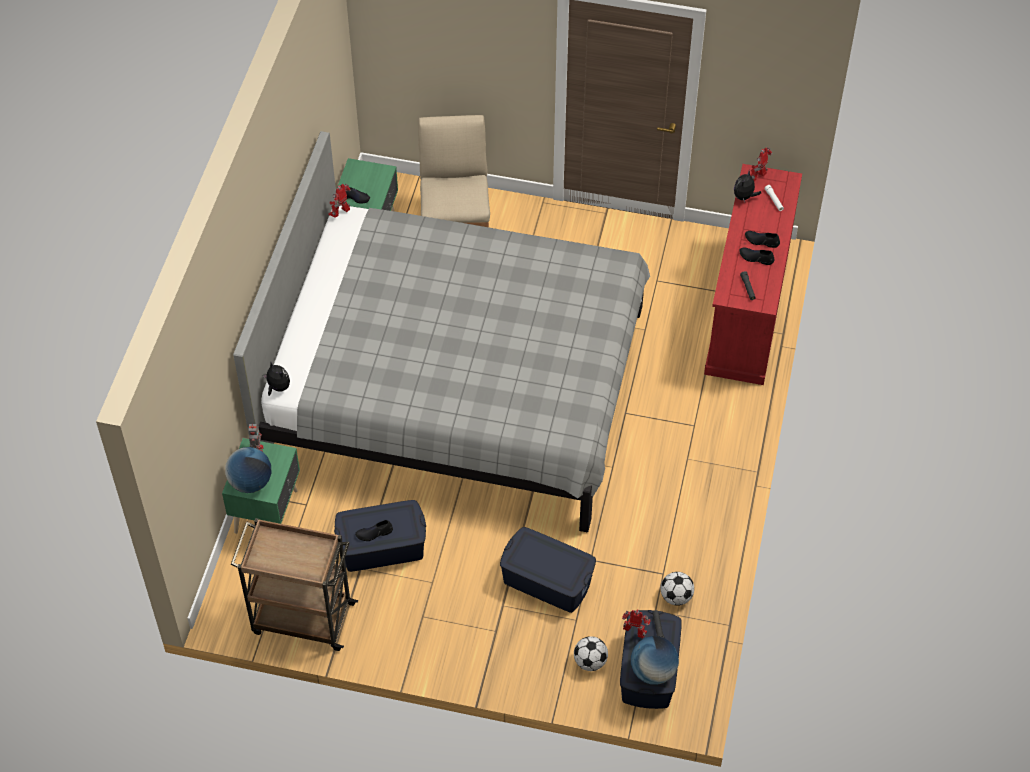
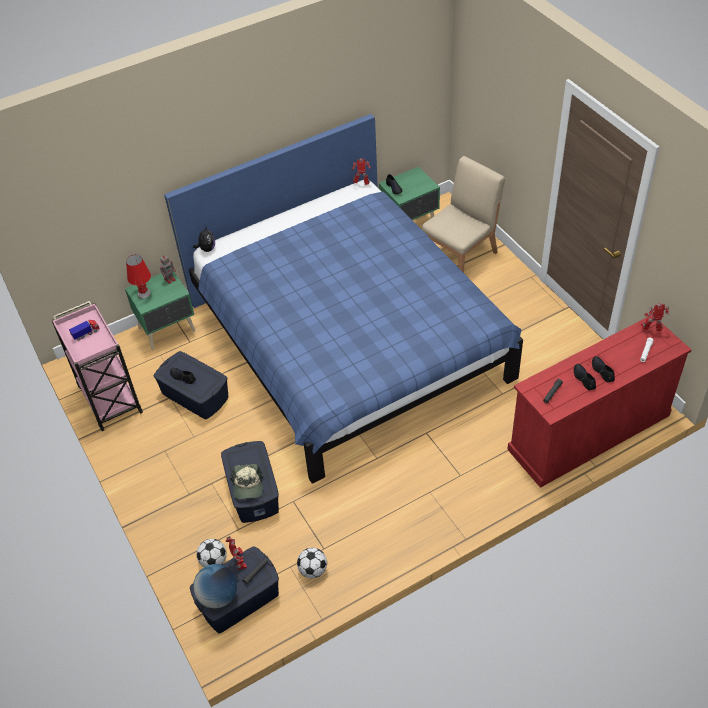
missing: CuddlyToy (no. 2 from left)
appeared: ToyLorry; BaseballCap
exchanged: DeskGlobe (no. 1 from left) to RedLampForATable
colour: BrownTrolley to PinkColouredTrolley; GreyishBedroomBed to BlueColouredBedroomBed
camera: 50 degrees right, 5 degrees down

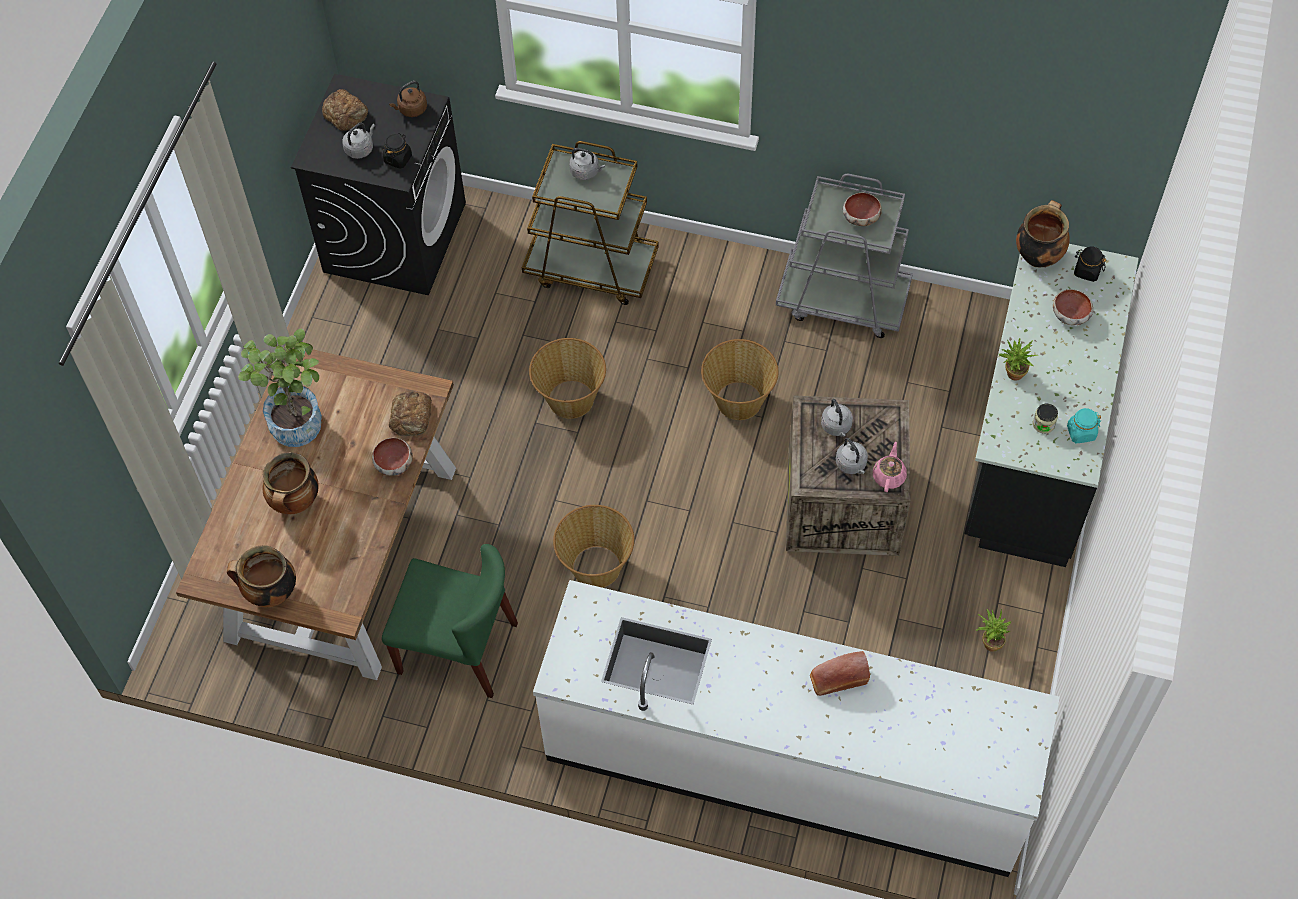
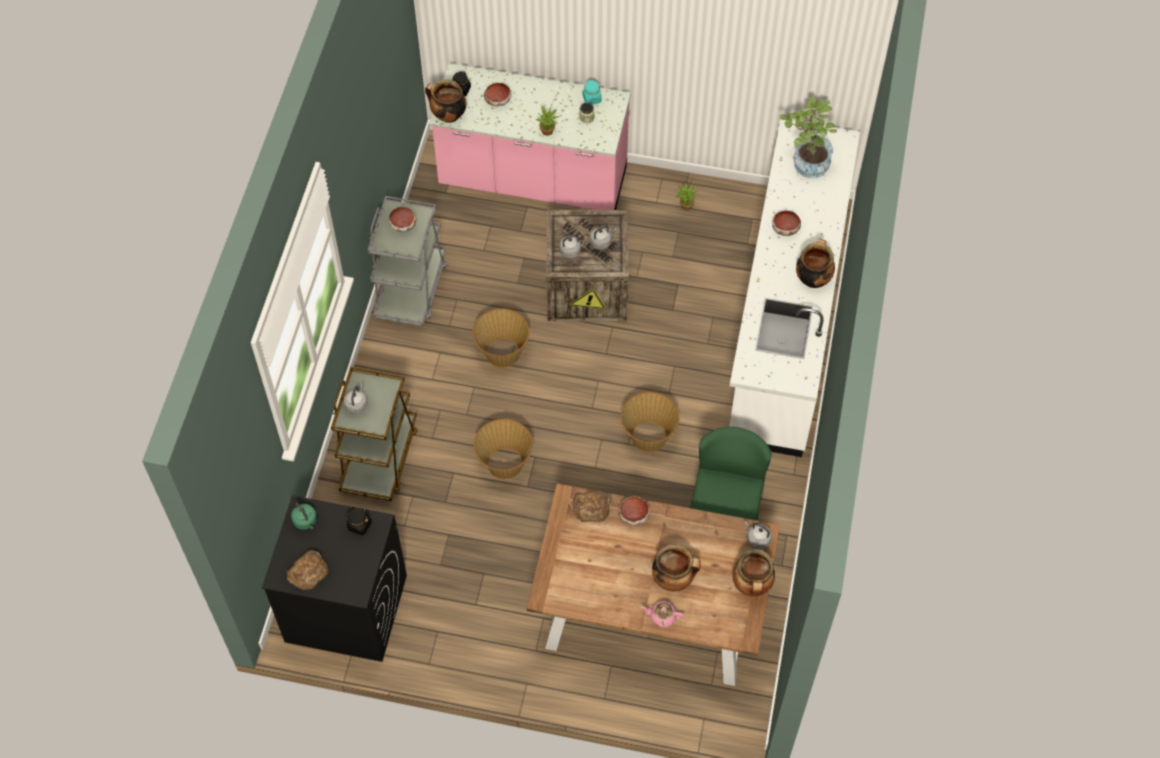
appeared: Saucepot (no. 4 from left)
relocated: PinkColouredPotForTea; GreyishTeaKettle (no. 1 from left in the first image) to GreyishTeaKettle (no. 4 from left); Houseplant (no. 1 from left in the first image) to Houseplant (no. 3 from left)
exchanged: BakeryBread (no. 3 from left) to DeepDish (no. 4 from left)
colour: BrownTeaKettle to GreenishTeaKettle; BlackKitchenCounter to PinkColouredKitchenCounter
camera: 95 degrees left, 0 degrees up

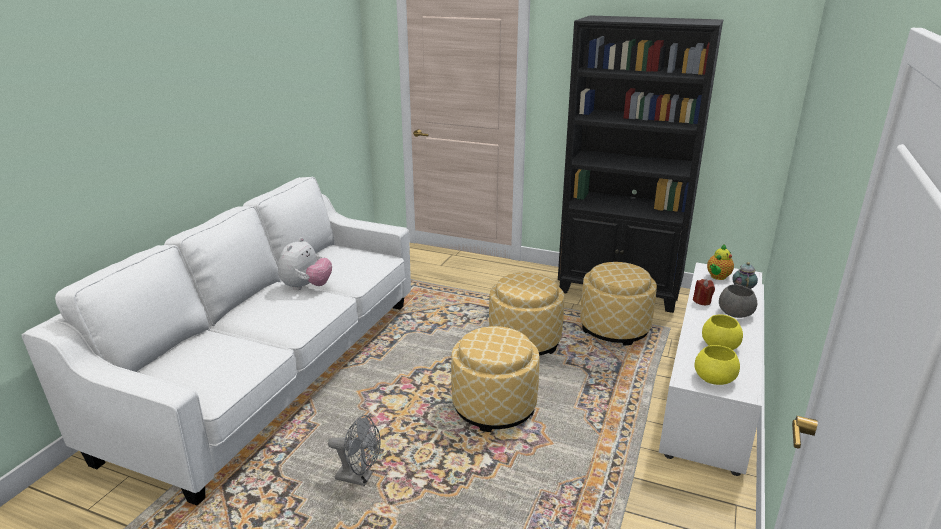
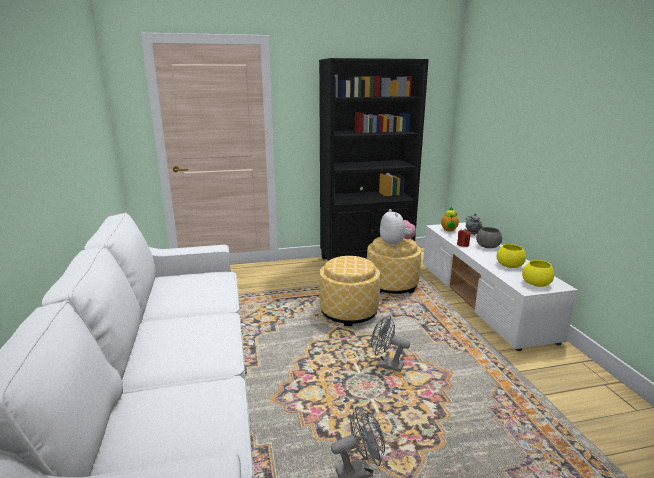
relocated: CuddlyToy
exchanged: Pouffe (no. 1 from left) to GreyishFan (no. 2 from left)
camera: 35 degrees left, 5 degrees down

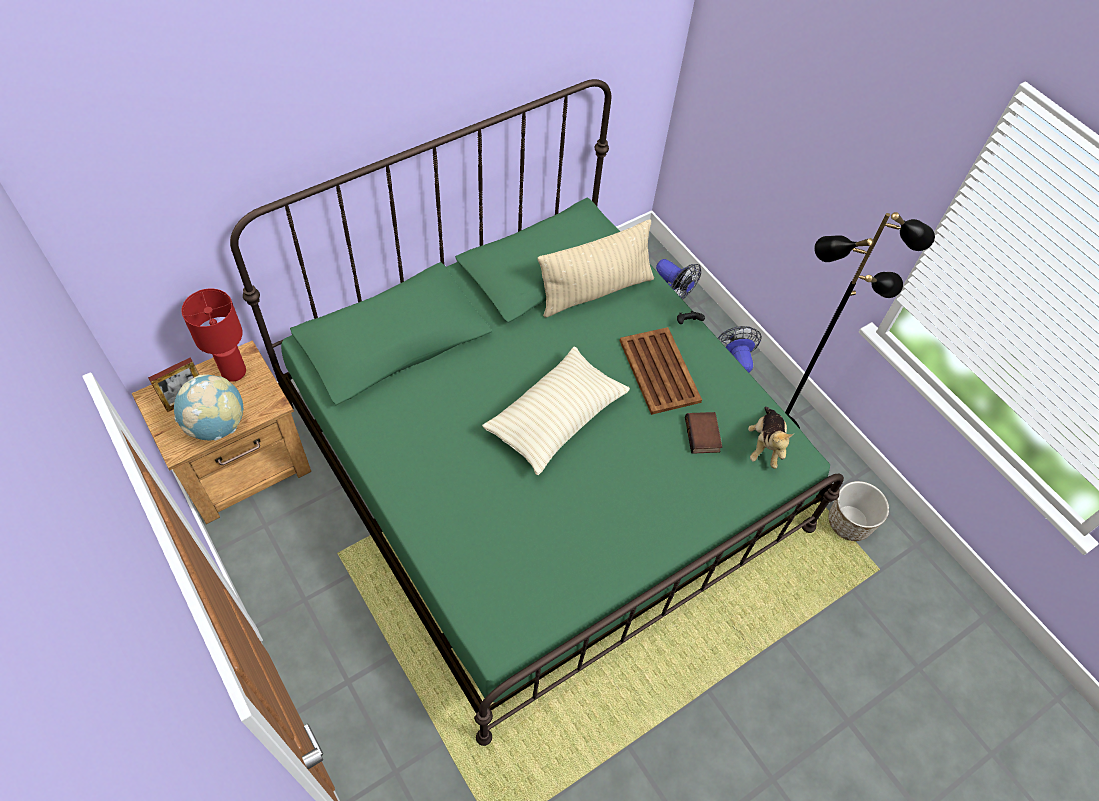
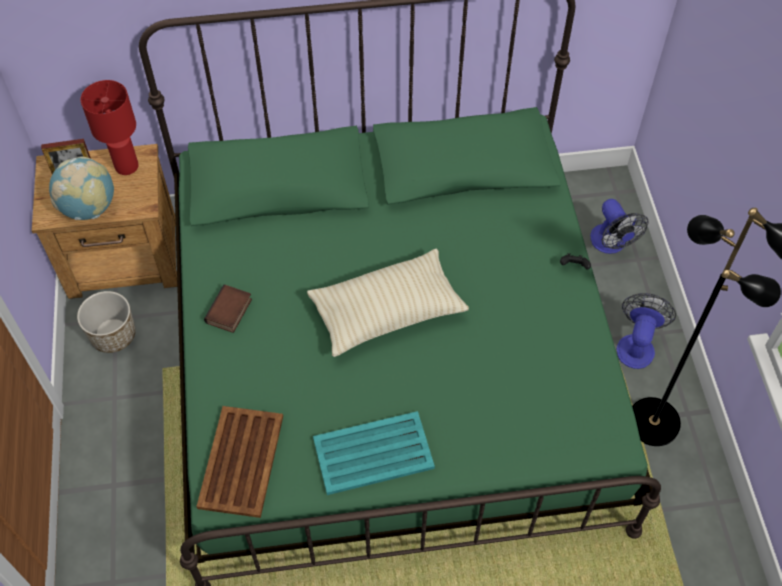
missing: SandColouredThrowPillow (no. 2 from left); CuddlyToy
appeared: BlueGreenCarryingTray
relocated: FlowerPot; BrownCarryingTray; BoundBook
camera: 30 degrees right, 0 degrees up

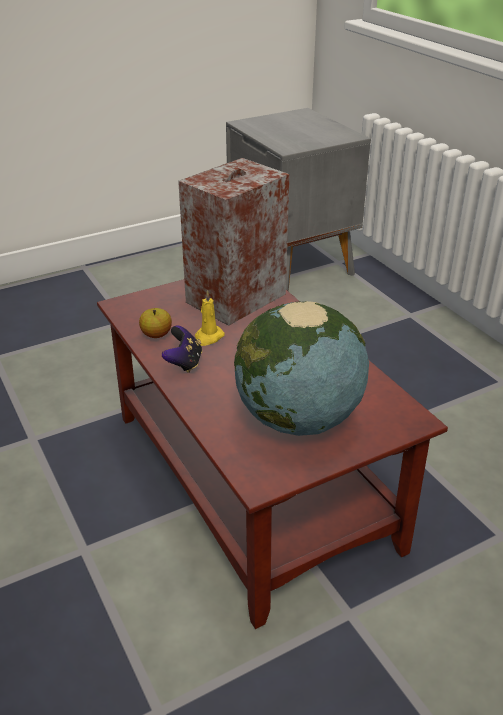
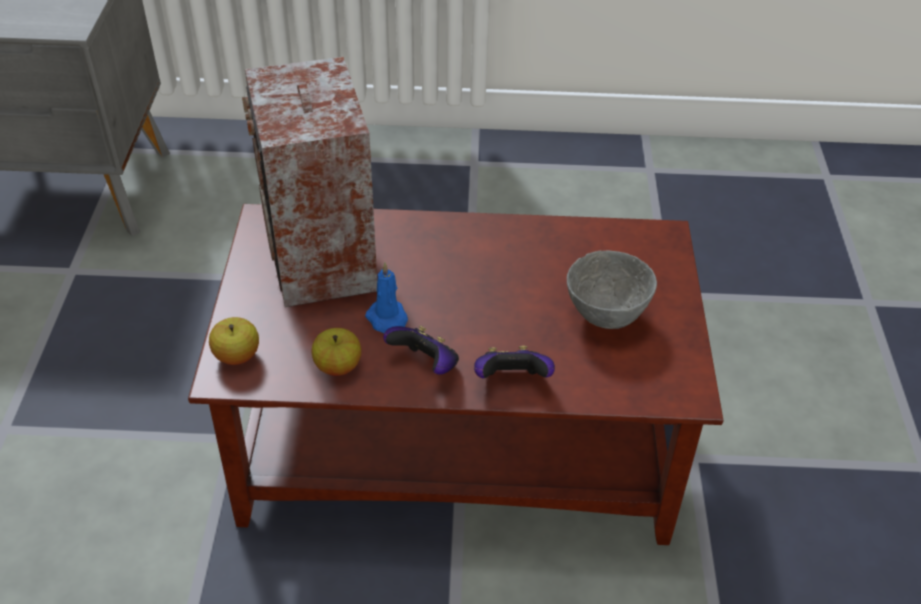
appeared: AppleFruit (no. 1 from left); GameController (no. 2 from left)
exchanged: DeskGlobe to GreyishDeepDish
colour: YellowWaxCandle to BlueColouredWaxCandle
camera: 60 degrees left, 10 degrees up

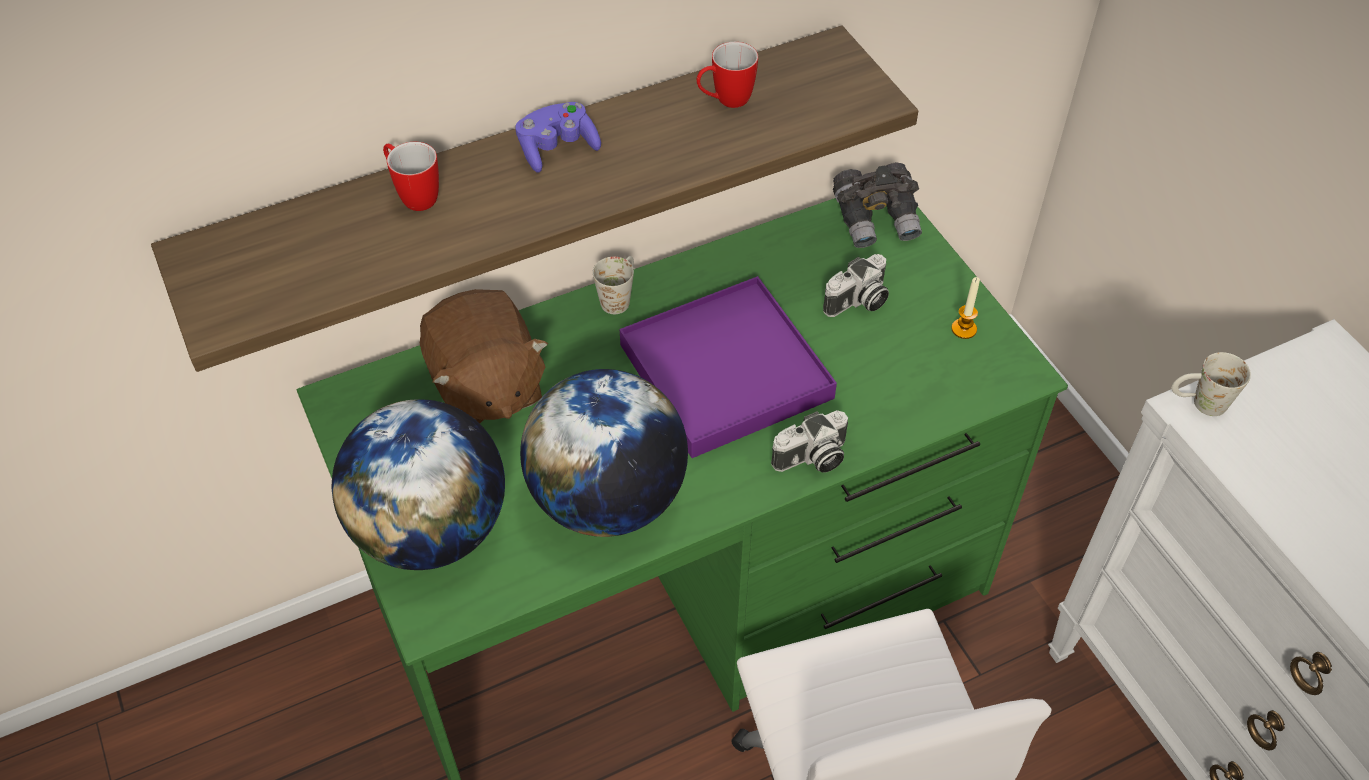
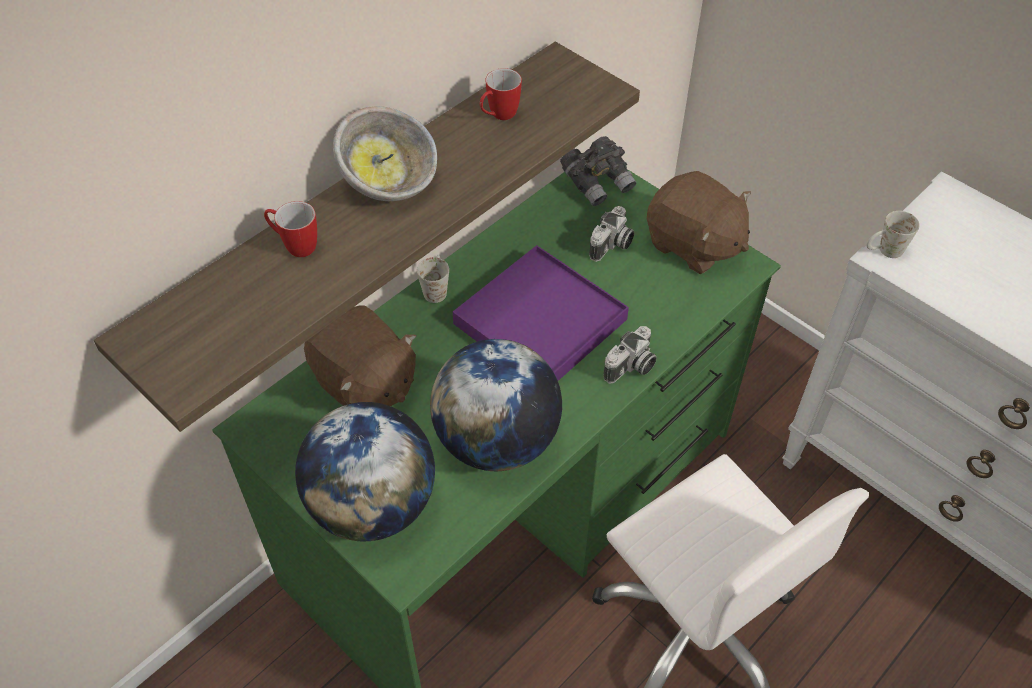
exchanged: PurpleGameController to DeepDish; WaxCandle to BrownCuddlyToy (no. 2 from left)
camera: 20 degrees left, 0 degrees up

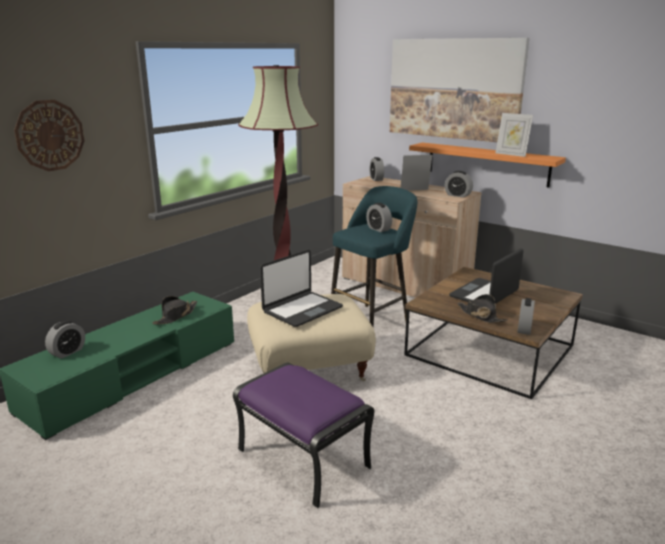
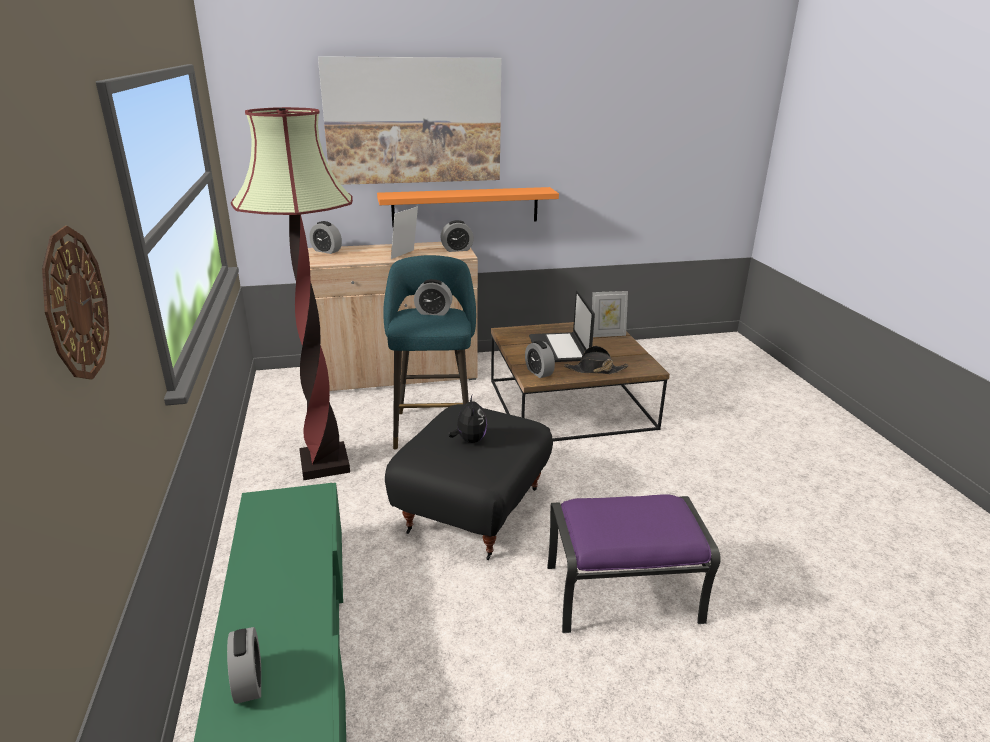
missing: BlackHat (no. 1 from left)
relocated: TableClock (no. 5 from left); StandingFrame (no. 2 from left)
exchanged: NotebookComputer (no. 1 from left) to CuddlyToy
colour: SandColouredPouffe to BlackPouffe
camera: 50 degrees left, 5 degrees up

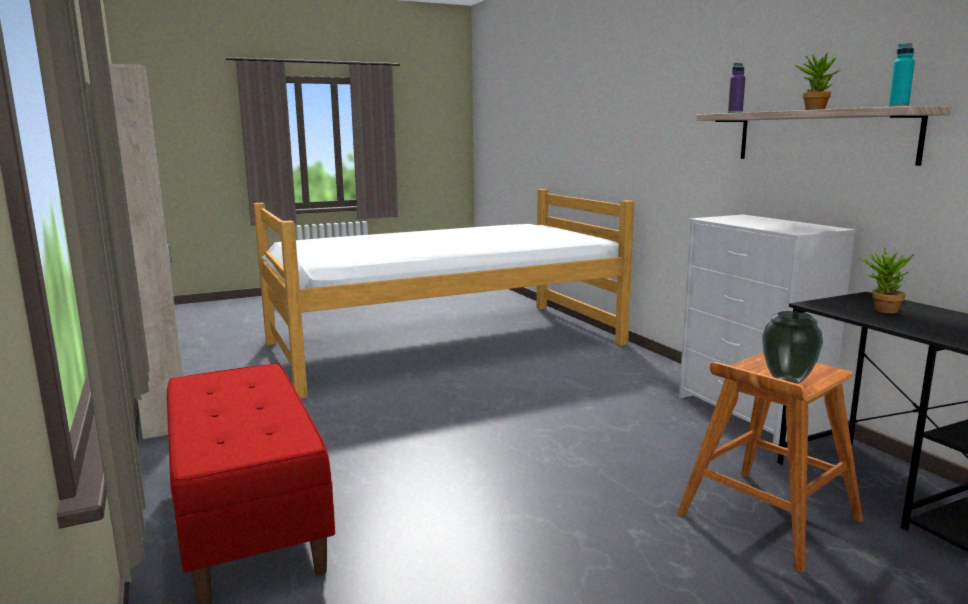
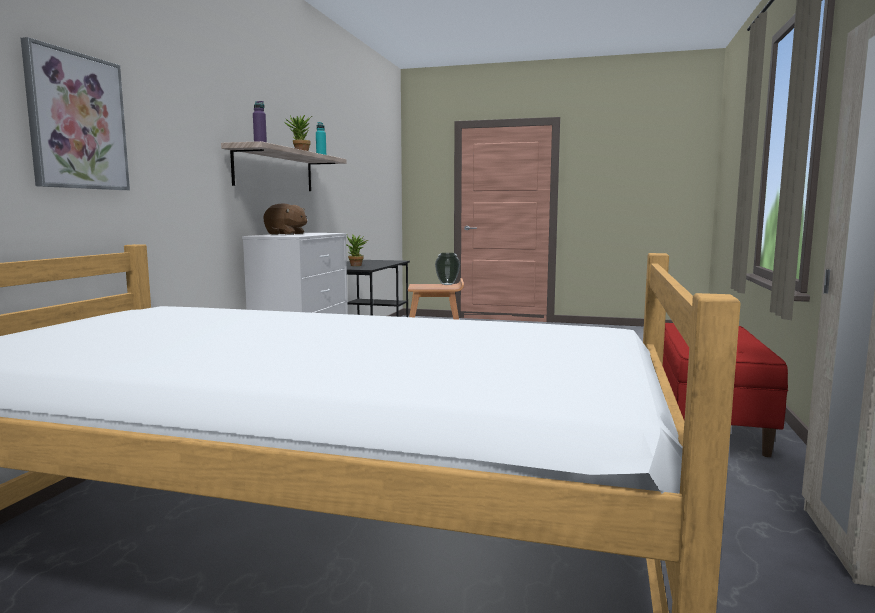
appeared: WallArt; BrownCuddlyToy
camera: 140 degrees left, 5 degrees down

